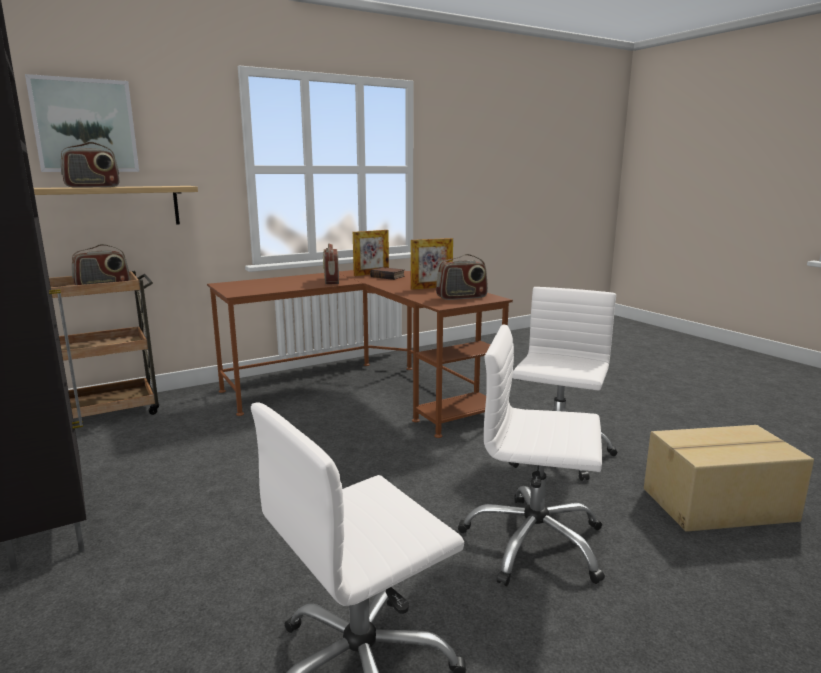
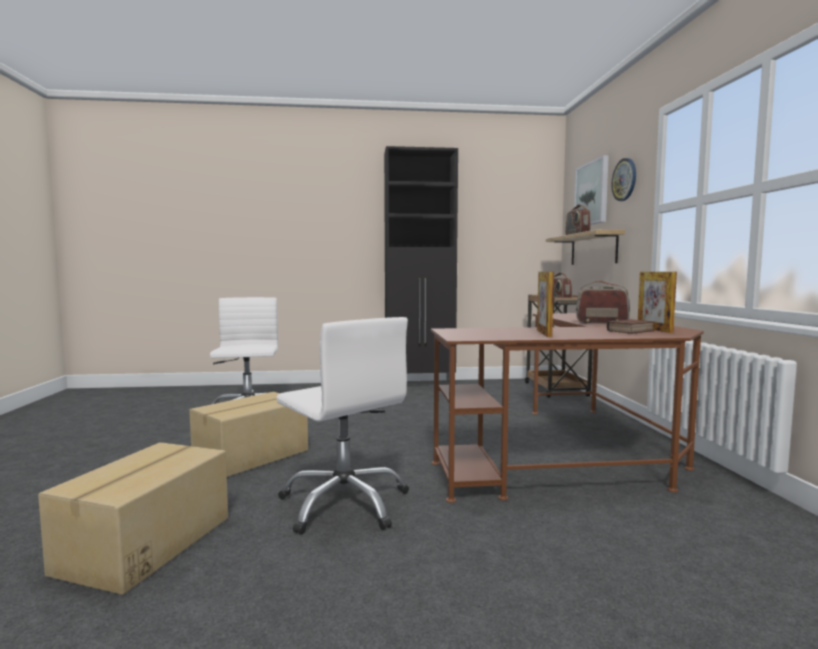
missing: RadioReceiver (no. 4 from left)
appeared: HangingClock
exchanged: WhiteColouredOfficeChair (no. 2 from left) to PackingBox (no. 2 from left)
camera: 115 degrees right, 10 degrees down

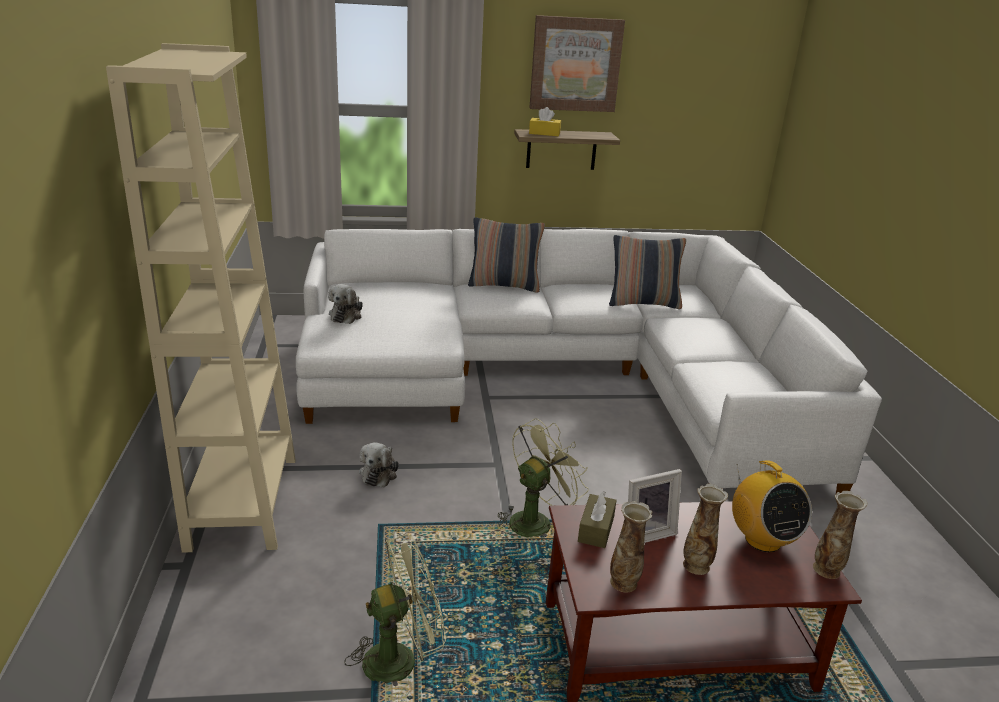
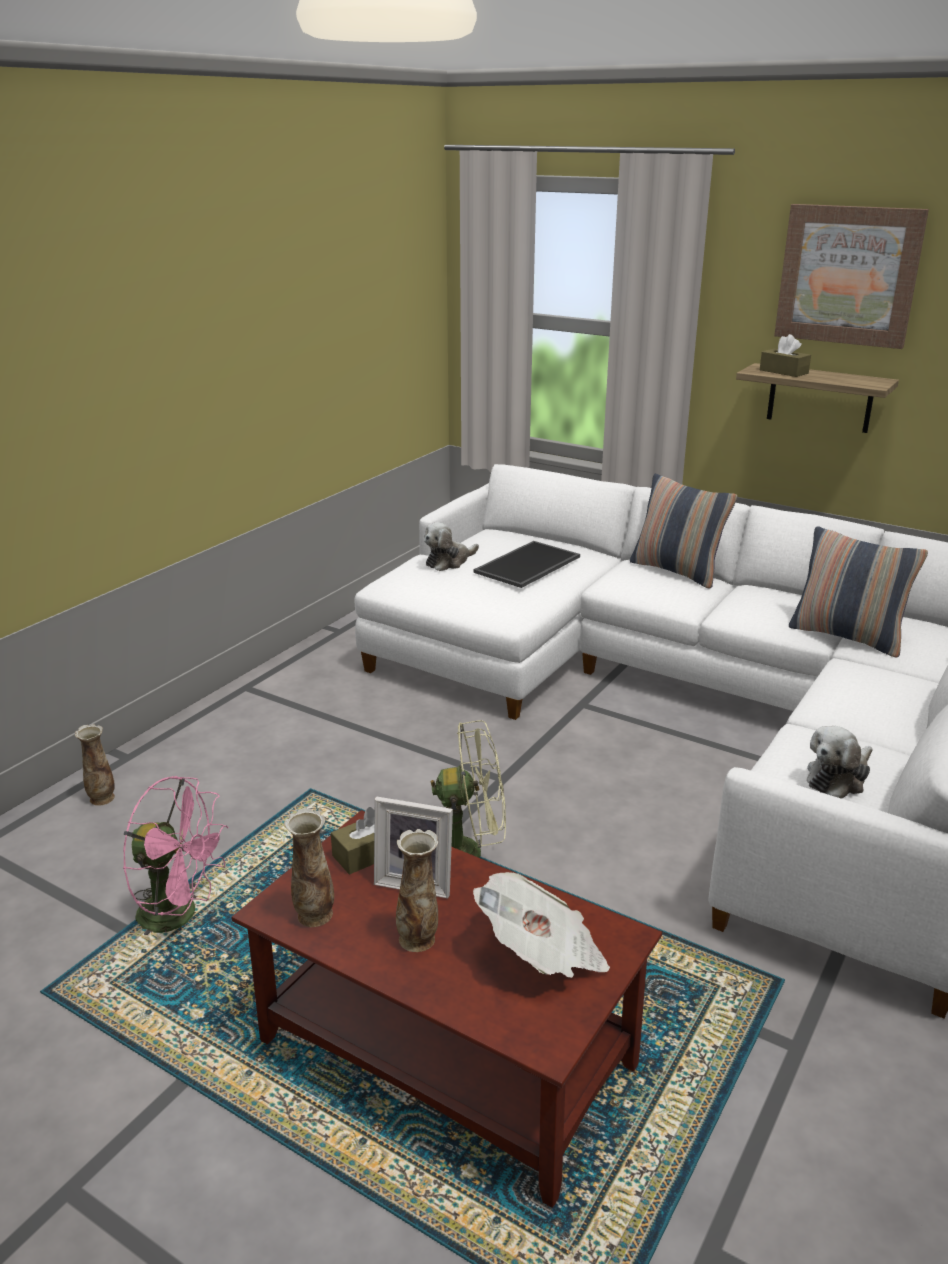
missing: SandColouredBookshelf
appeared: CarryingTray
relocated: FlowerVase (no. 3 from left in the first image) to FlowerVase (no. 1 from left); CuddlyToy (no. 2 from left)
exchanged: RadioReceiver to DailyPaper
colour: GreenishFan (no. 1 from left) to PinkColouredFan; YellowBoxOfTissues to BrownBoxOfTissues (no. 2 from left)
camera: 40 degrees right, 0 degrees up

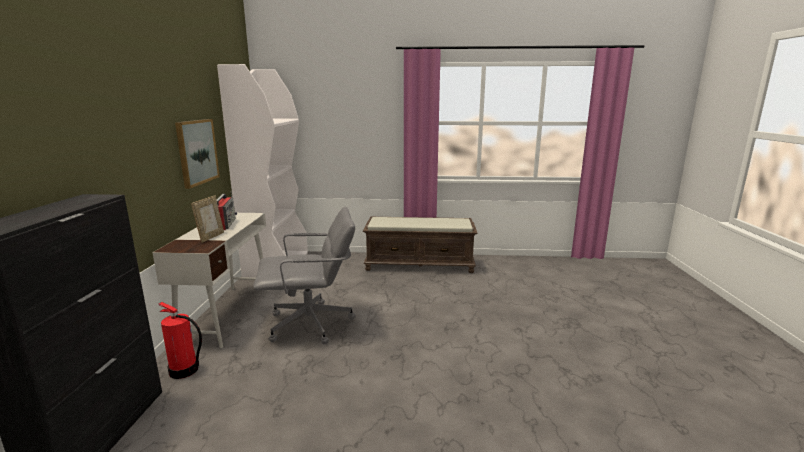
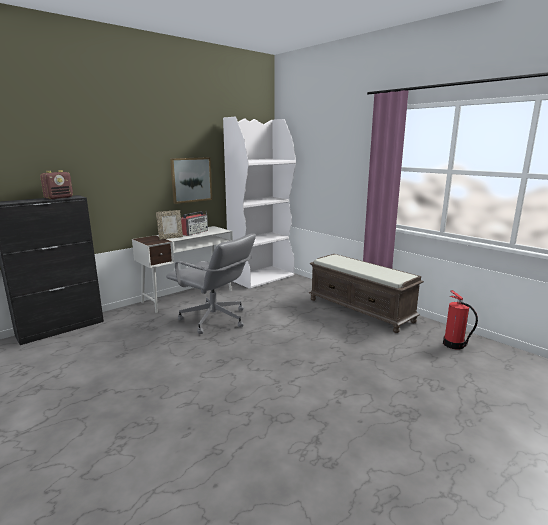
appeared: RadioReceiver (no. 1 from left)
relocated: FireExtinguisher
camera: 45 degrees right, 0 degrees up

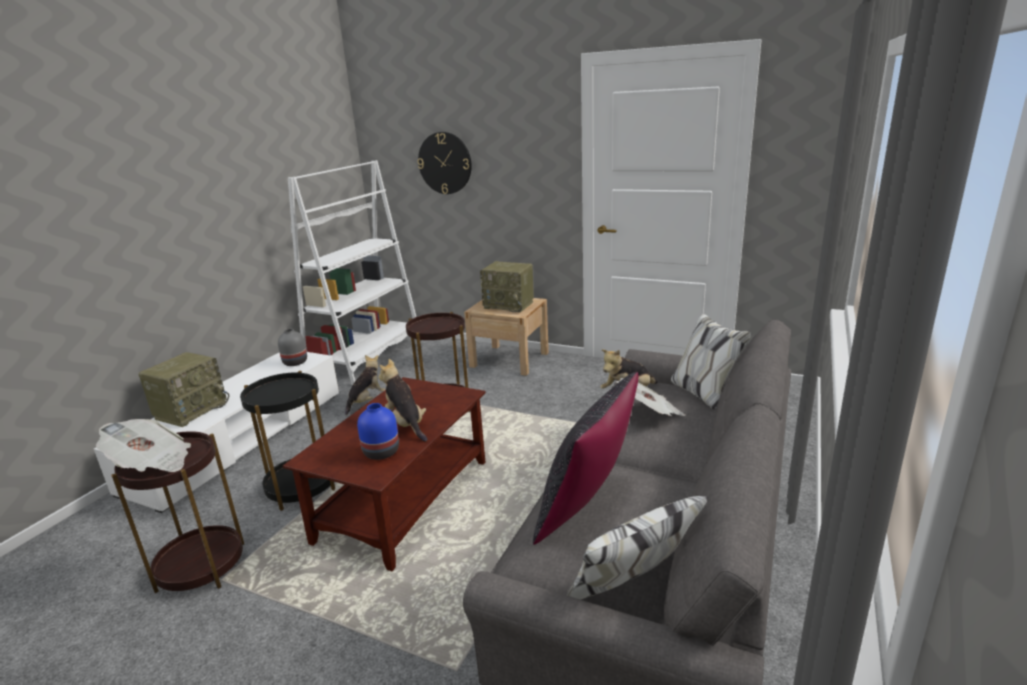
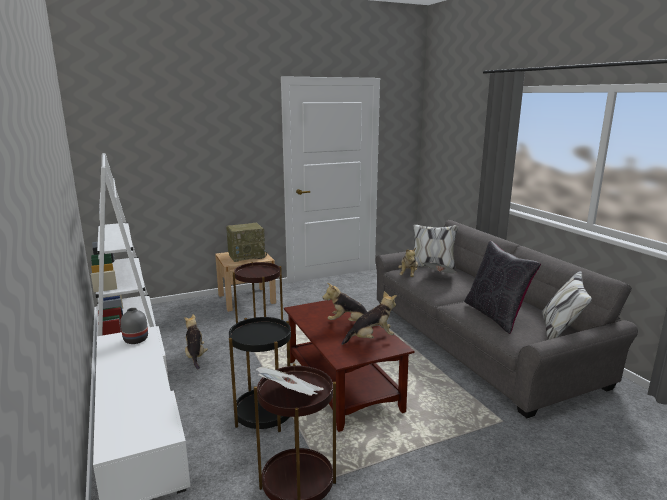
missing: RadioReceiver (no. 1 from left); HangingClock
exchanged: BlueColouredFlowerVase to CuddlyToy (no. 3 from left)
camera: 50 degrees left, 5 degrees down

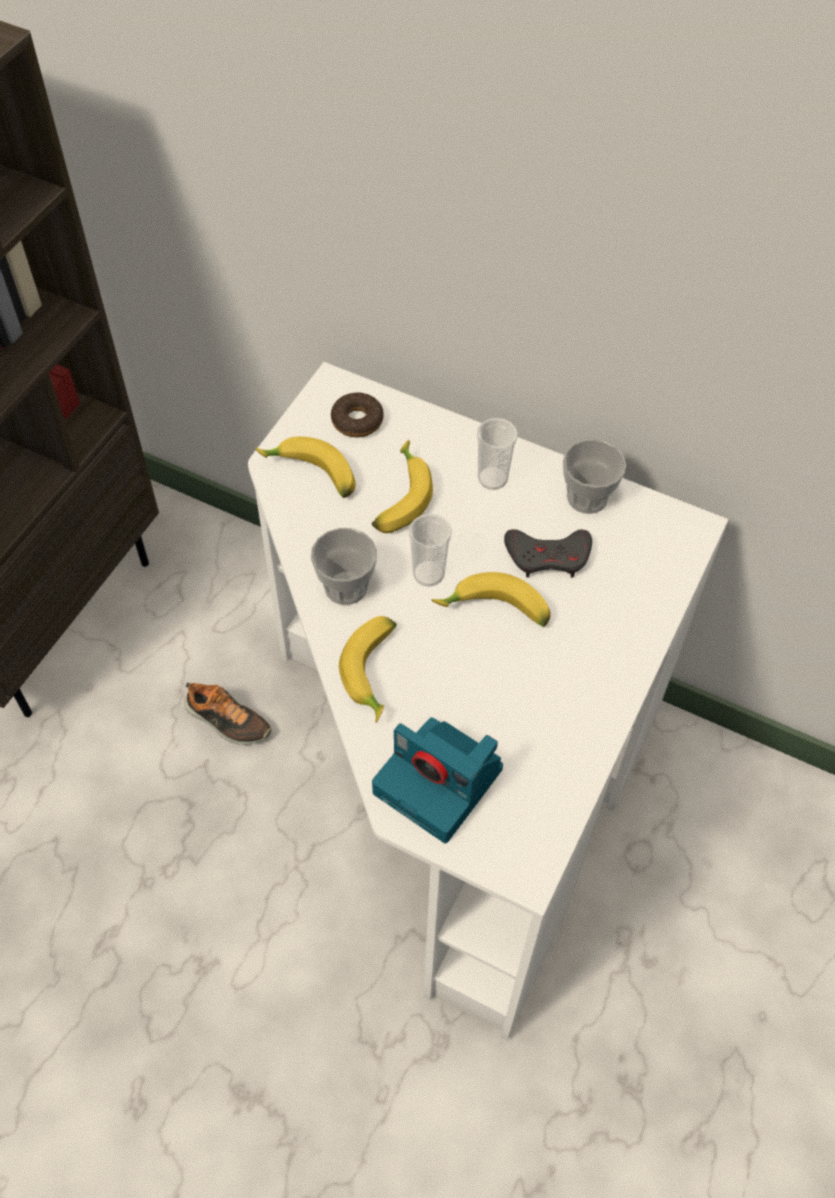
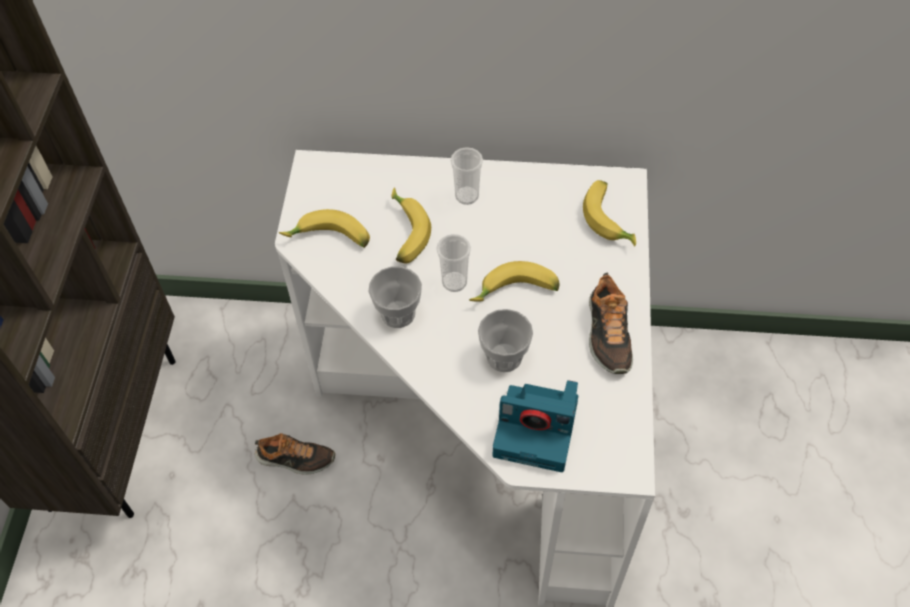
missing: Doughnut; GreyishGameController
appeared: ItemOfFootwear (no. 2 from left)
relocated: Cup (no. 4 from left); Banana (no. 2 from left in the first image) to Banana (no. 4 from left)
camera: 20 degrees left, 0 degrees up

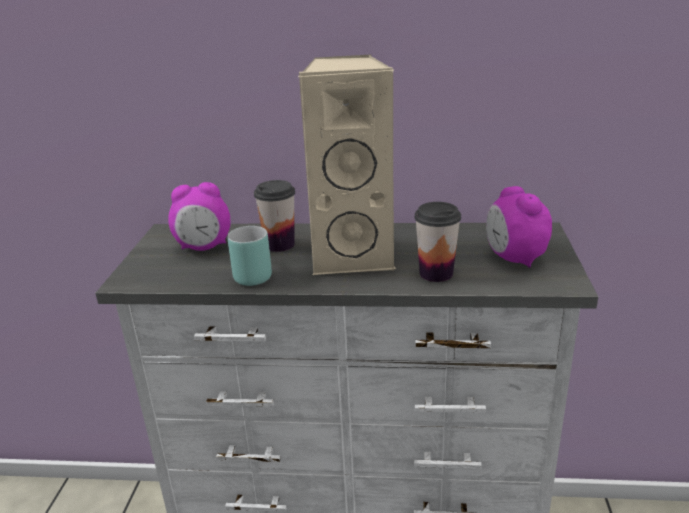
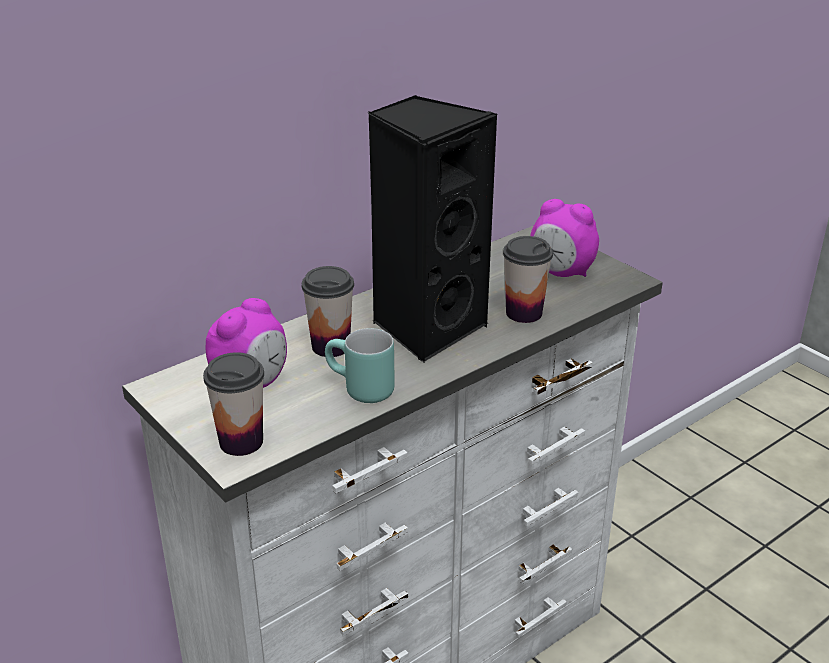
appeared: Cup (no. 1 from left)
colour: SandColouredSpeaker to BlackSpeaker
camera: 45 degrees left, 5 degrees up

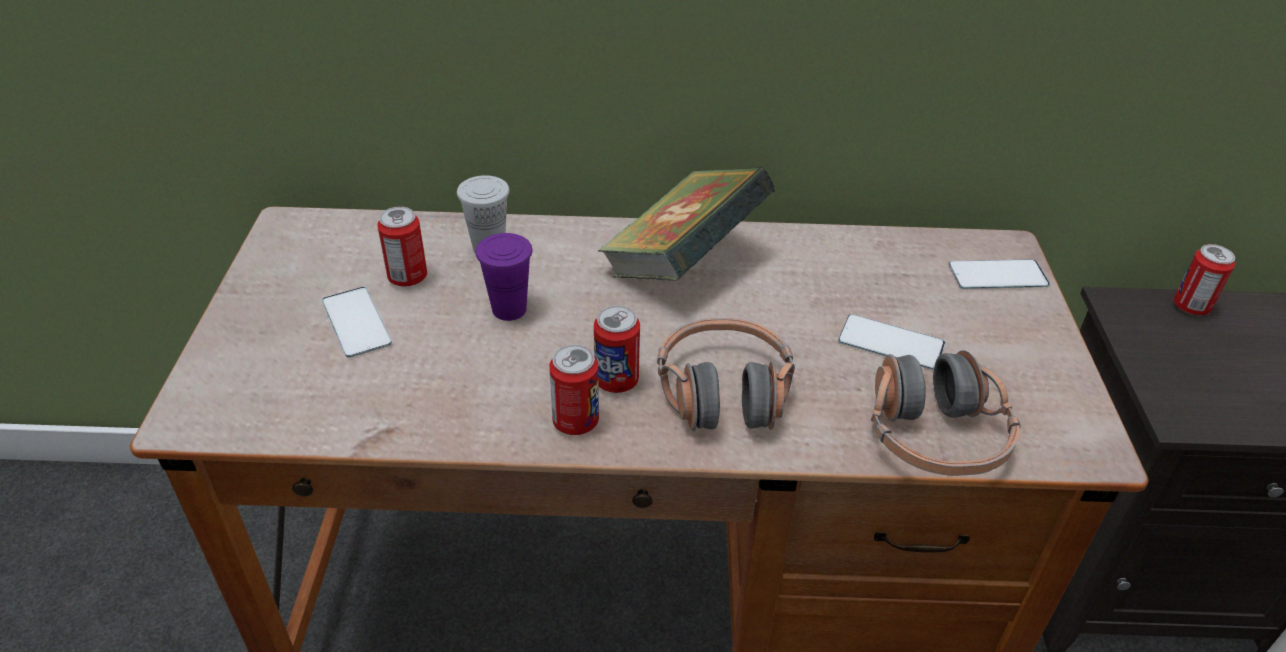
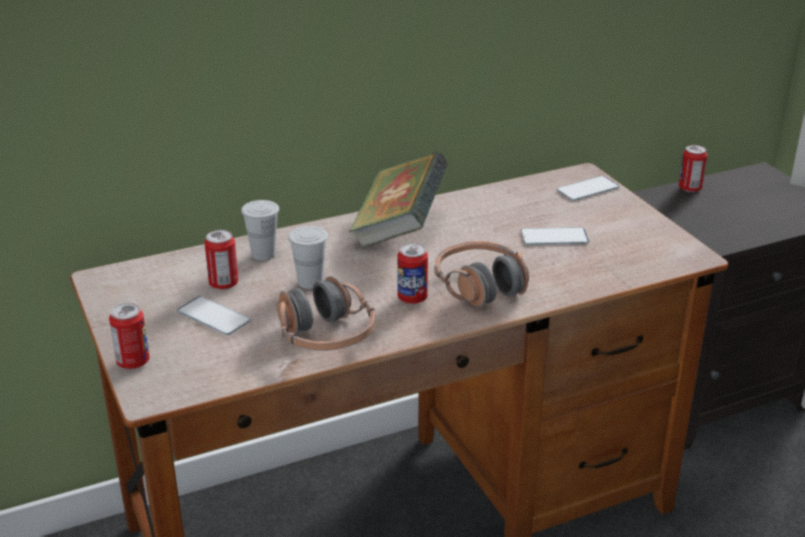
relocated: MetalCan (no. 2 from left in the first image) to MetalCan (no. 1 from left); PairOfHeadphones (no. 2 from left in the first image) to PairOfHeadphones (no. 1 from left)
colour: PurpleCup to WhiteColouredCup (no. 2 from left)
camera: 25 degrees left, 10 degrees down

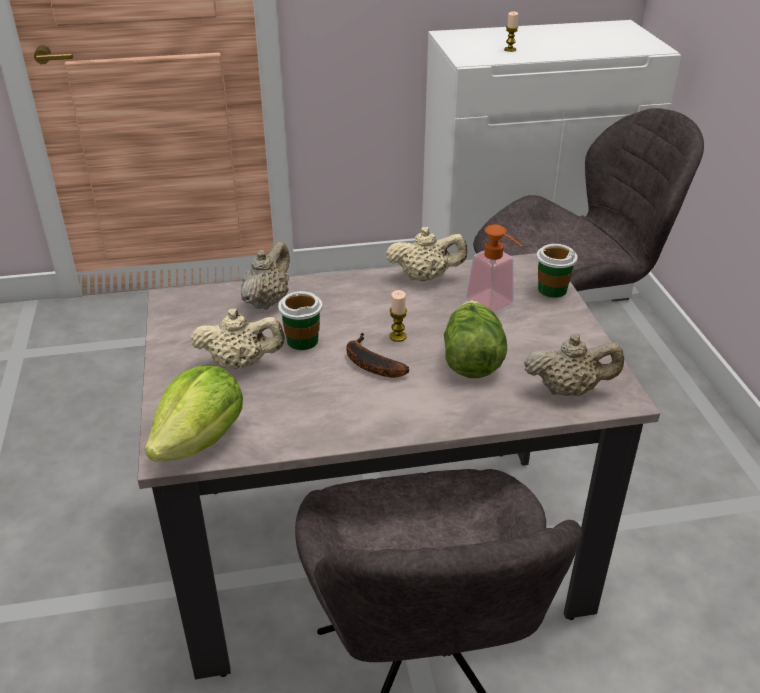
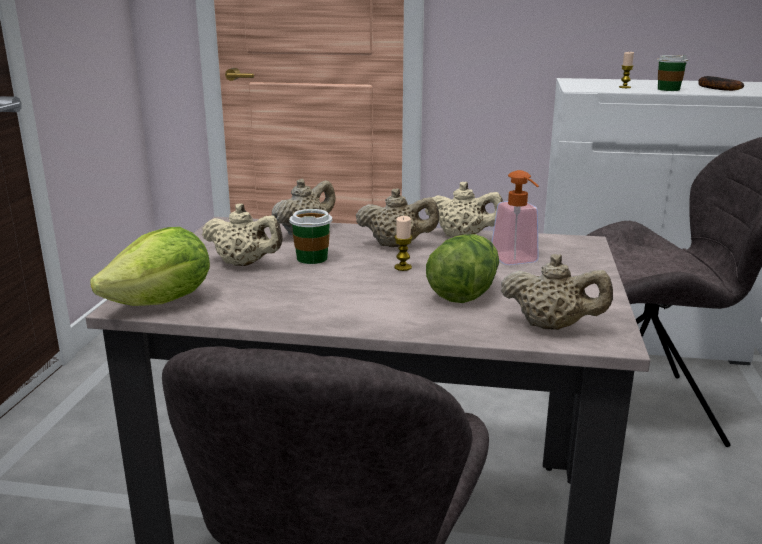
appeared: SandColouredPotForTea (no. 3 from left)
relocated: Cup (no. 2 from left); Banana
camera: 20 degrees right, 15 degrees down

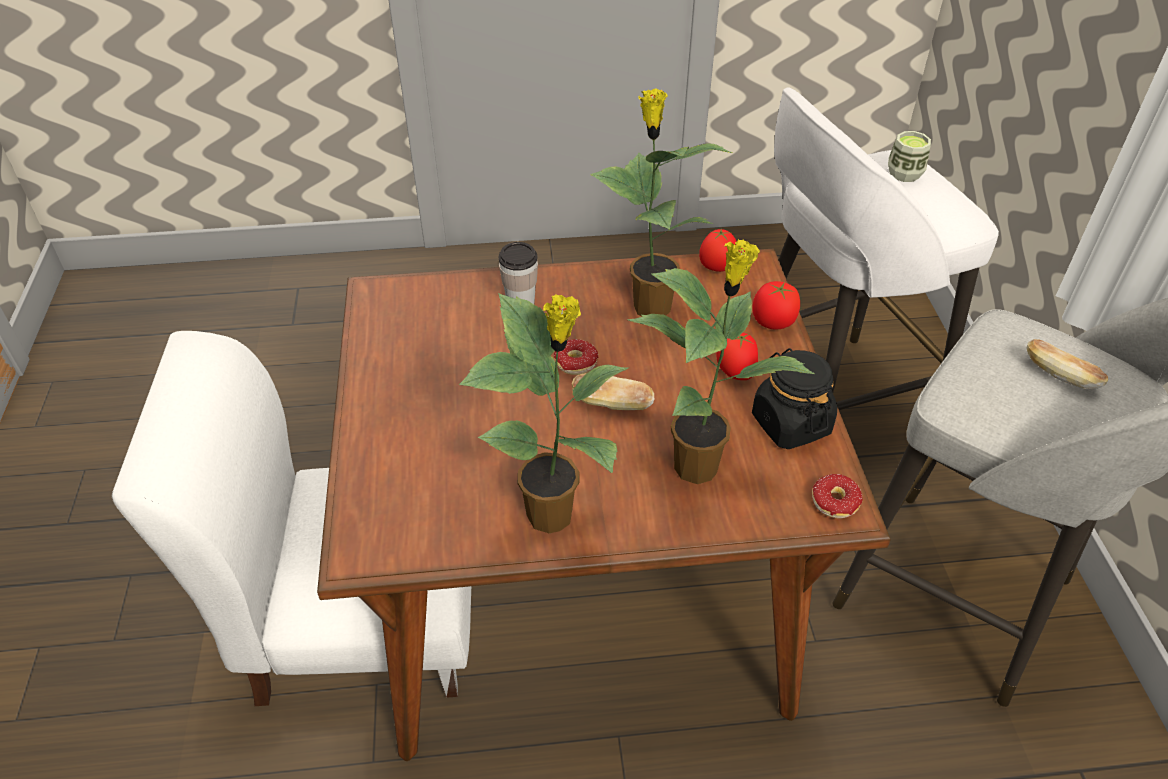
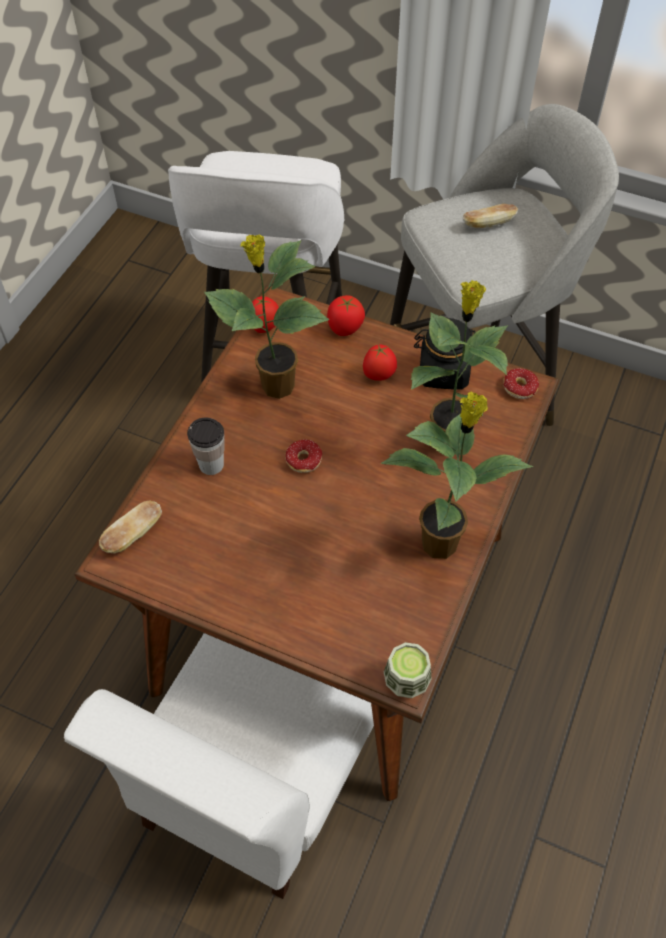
relocated: BakeryBread (no. 1 from left); Cup (no. 2 from left)
camera: 60 degrees left, 10 degrees up

